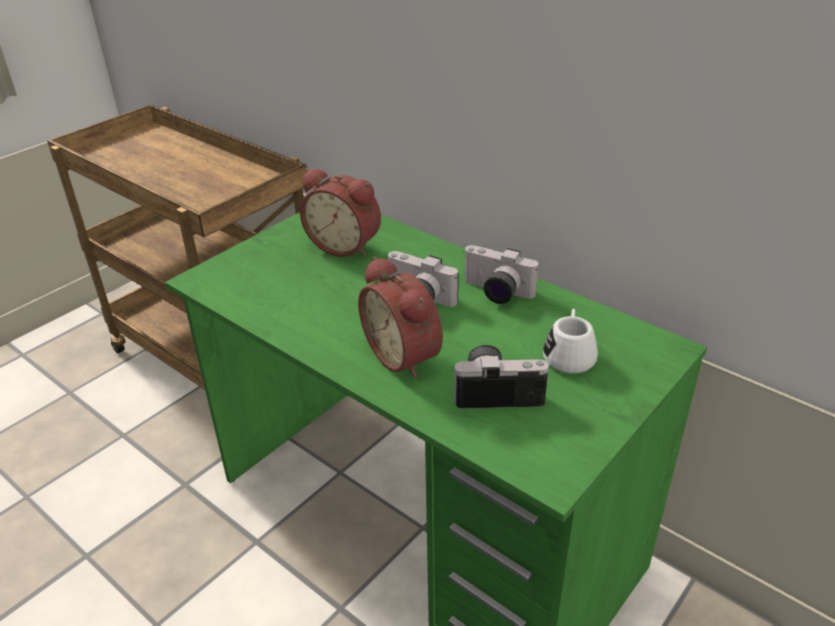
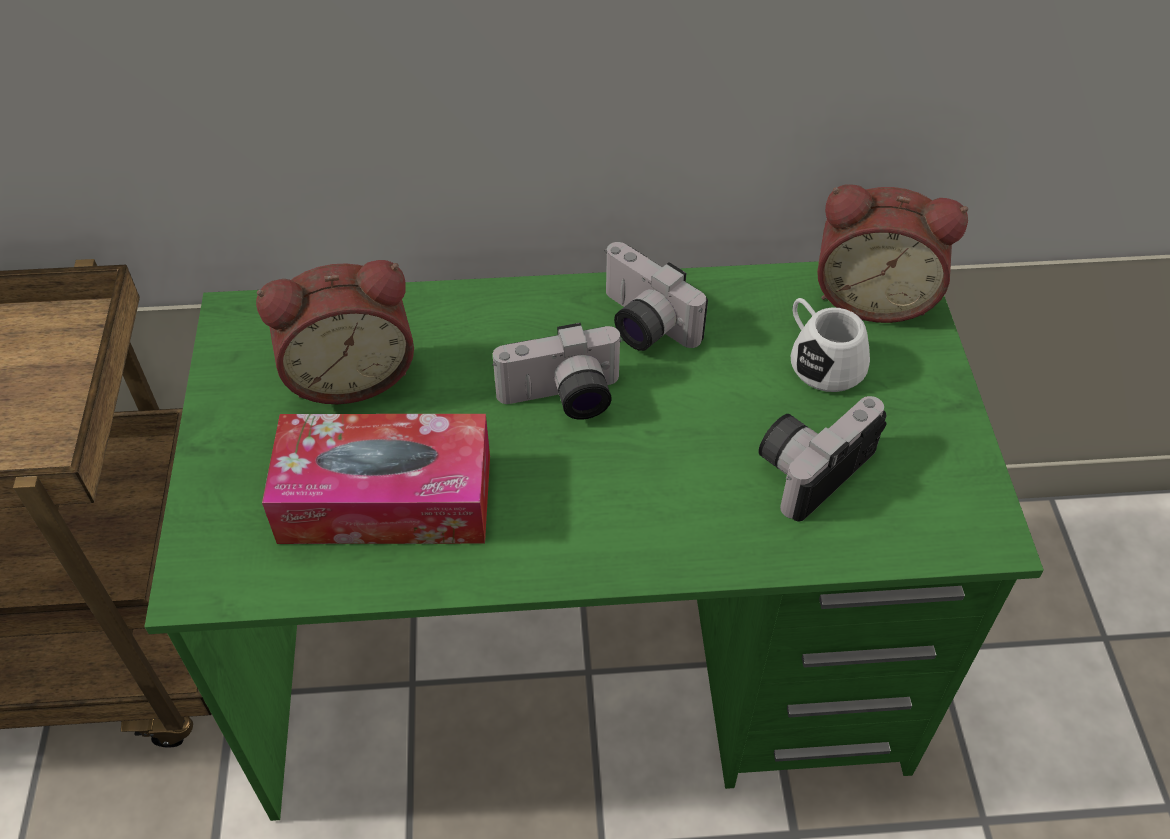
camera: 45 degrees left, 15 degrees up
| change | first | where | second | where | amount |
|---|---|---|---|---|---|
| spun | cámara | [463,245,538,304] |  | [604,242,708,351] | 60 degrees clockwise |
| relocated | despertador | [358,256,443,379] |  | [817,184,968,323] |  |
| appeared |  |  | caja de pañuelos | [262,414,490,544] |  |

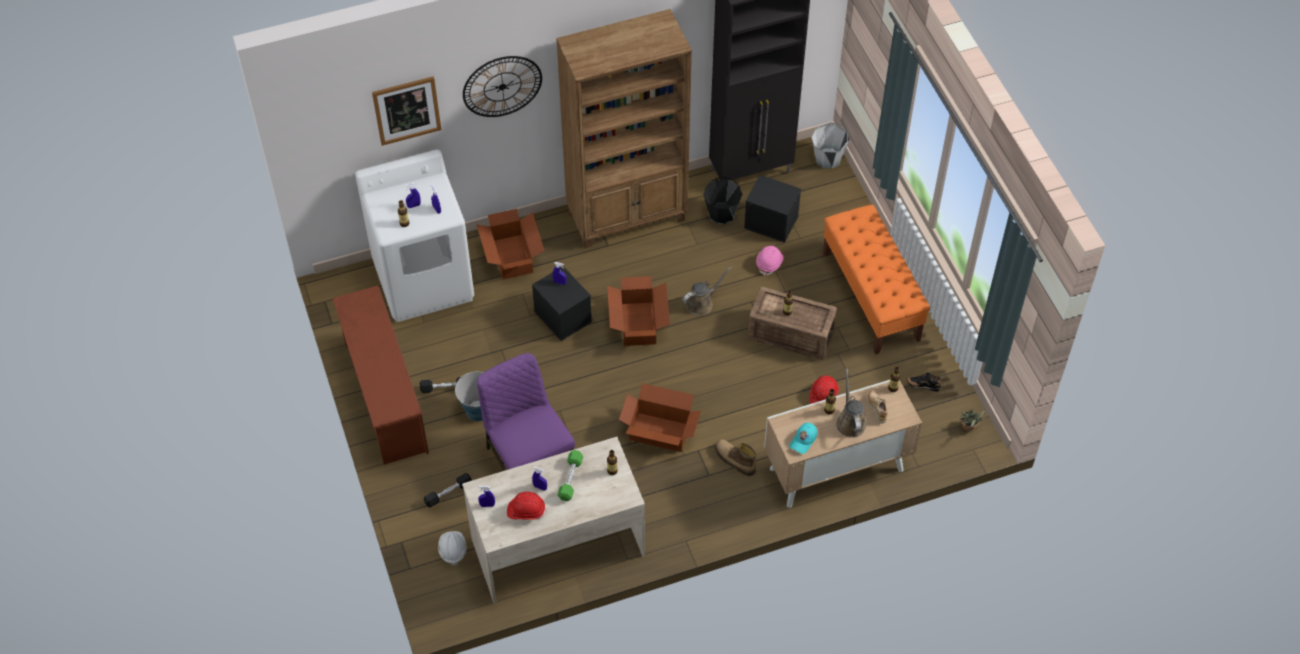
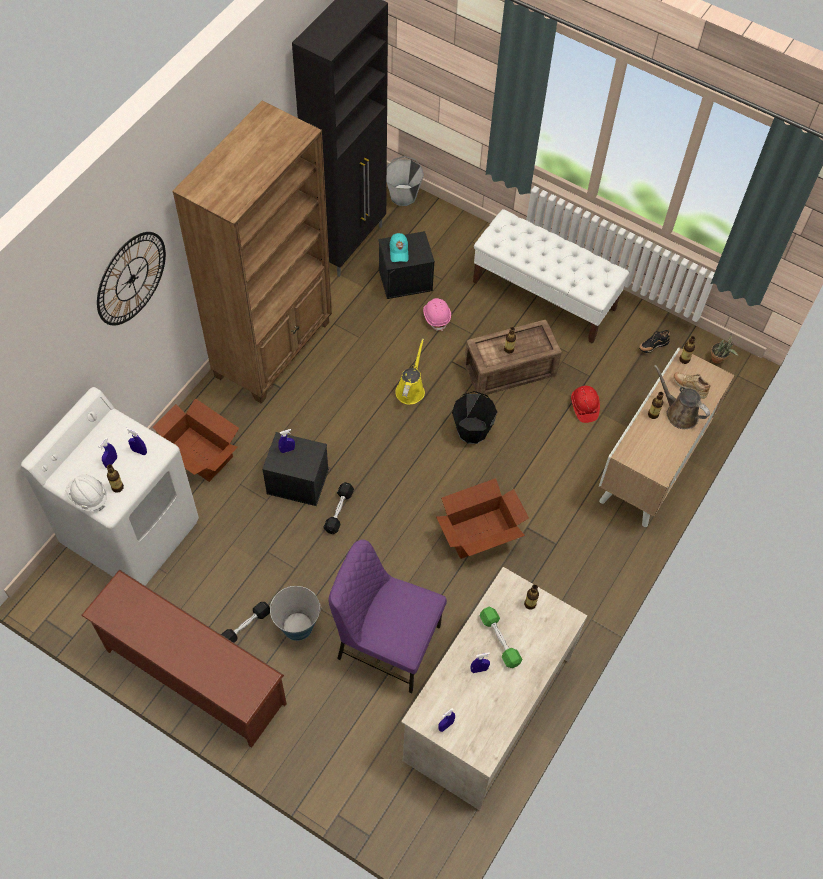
camera: 40 degrees left, 5 degrees up
| change | first | where | second | where | amount |
|---|---|---|---|---|---|
| missing | cuadro | [372,76,441,146] |  |  |  |
| relocated | cubo (negro) | [703,177,742,224] |  | [452,391,497,444] |  |
| colour | banco (naranja) | [823,205,930,355] | banco (blanco) | [473,209,629,344] |  |
| colour | regadera (marrón) | [682,266,732,315] | regadera (amarillo) | [395,338,425,405] |  |
| missing | caja de cartón | [607,276,670,346] |  |  |  |
| relocated | gorra (turquesa) | [789,422,817,454] |  | [390,233,409,262] |  |
| missing | bota | [715,439,756,476] |  |  |  |
| relocated | mancuerna (negro) | [424,473,472,508] |  | [323,482,354,534] |  |
| missing | casco (rojo) | [507,492,546,520] |  |  |  |
| relocated | casco (blanco) | [438,531,467,565] |  | [66,474,107,511] |  |

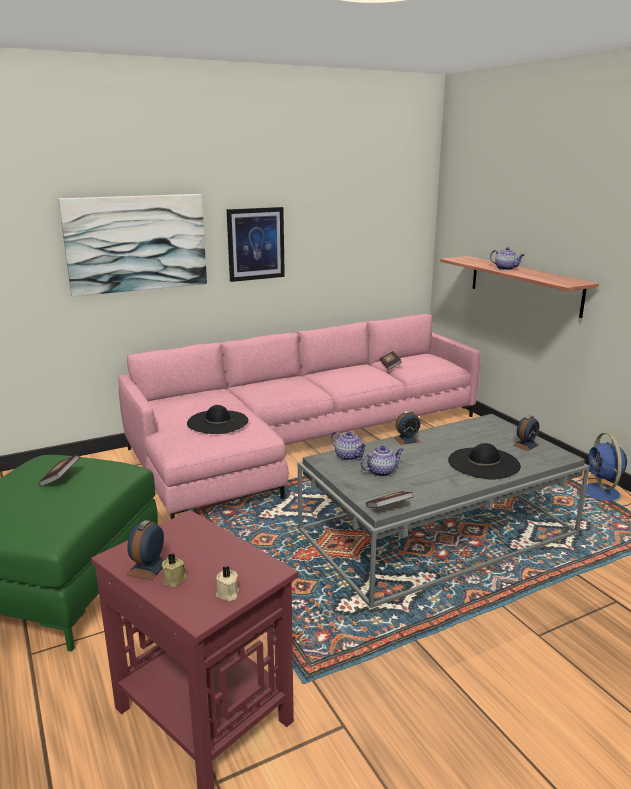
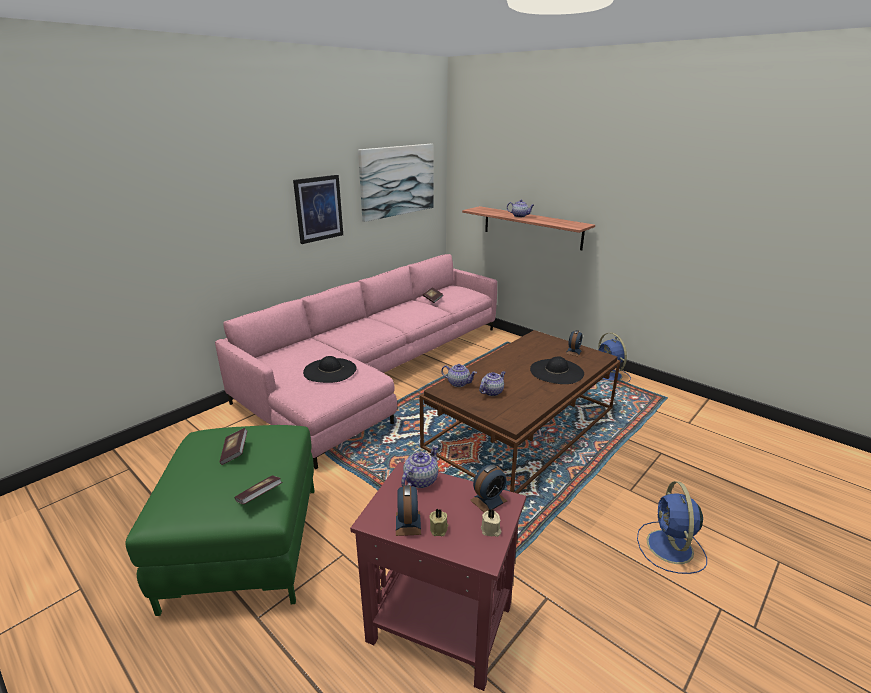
camera: 20 degrees left, 5 degrees up
| change | first | where | second | where | amount |
|---|---|---|---|---|---|
| relocated | cuadro | [58,194,207,297] |  | [358,144,434,222] |  |
| relocated | despertador | [394,411,421,445] |  | [470,465,507,512] |  |
| colour | mesa de centro (gris) | [298,414,590,608] | mesa de centro (marrón) | [420,330,621,494] |  |
| relocated | libro | [366,491,414,508] |  | [234,475,283,504] |  |
| appeared |  |  | tetera | [401,445,439,488] |  |
| appeared |  |  | ventilador (azul) | [637,481,707,574] |  |

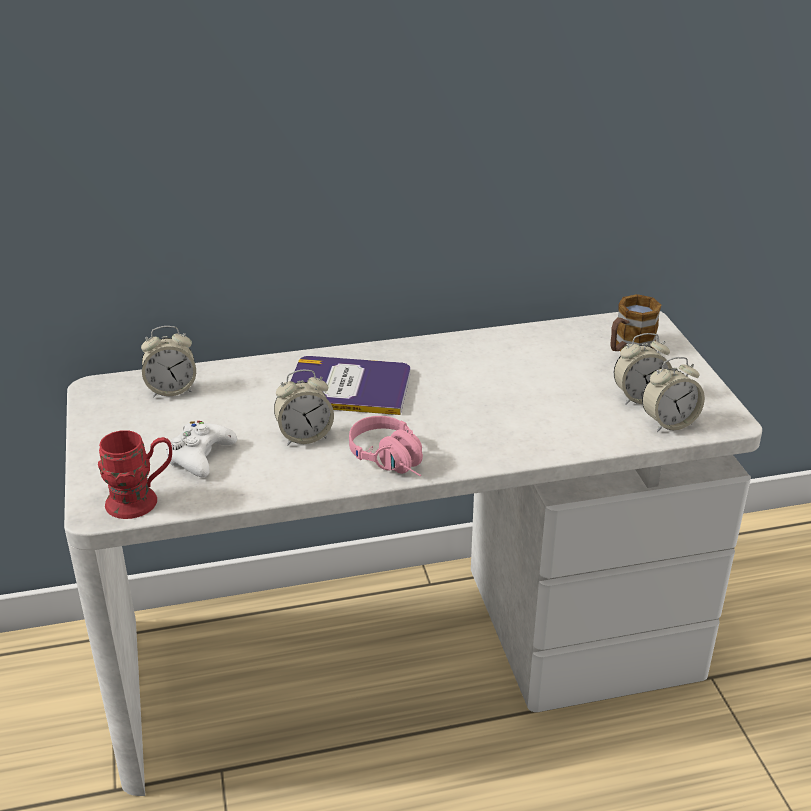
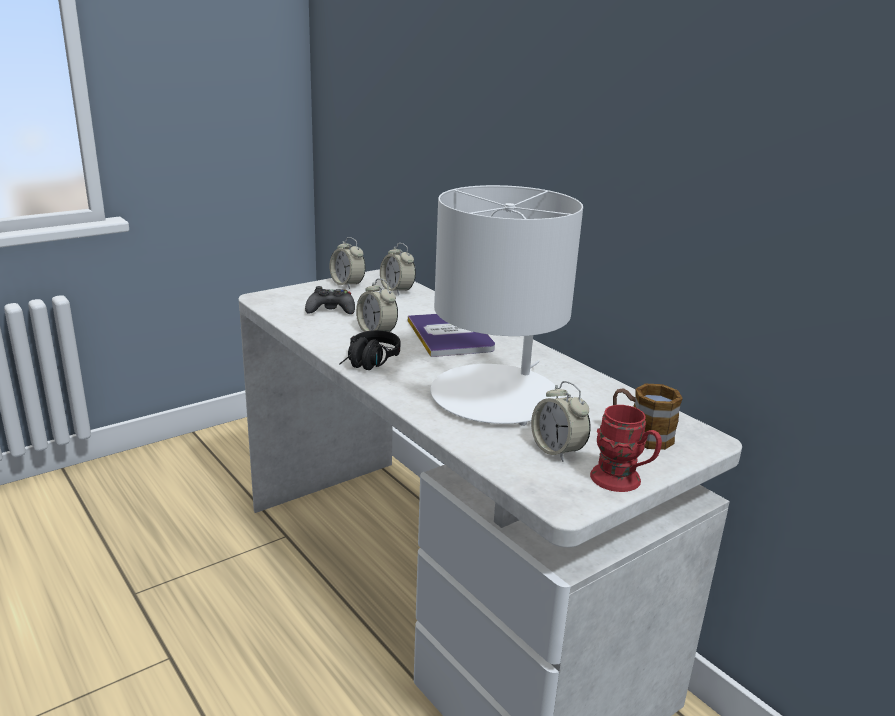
camera: 65 degrees right, 10 degrees down
| change | first | where | second | where | amount |
|---|---|---|---|---|---|
| relocated | despertador | [642,357,705,432] |  | [329,237,366,289] |  |
| colour | auriculares (rosa) | [349,416,423,477] | auriculares (negro) | [339,330,400,370] |  |
| colour | mando de consola (blanco) | [166,421,237,478] | mando de consola (negro) | [305,286,355,314] |  |
| relocated | taza grande (rojo) | [98,430,172,519] |  | [590,405,662,492] |  |
| appeared |  |  | lámpara de mesa (blanco) | [430,185,583,426] |  |

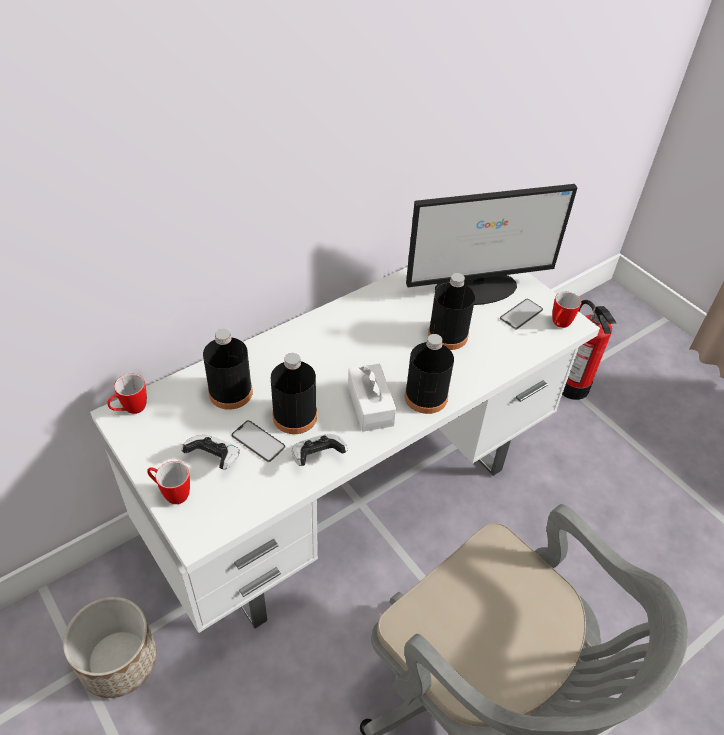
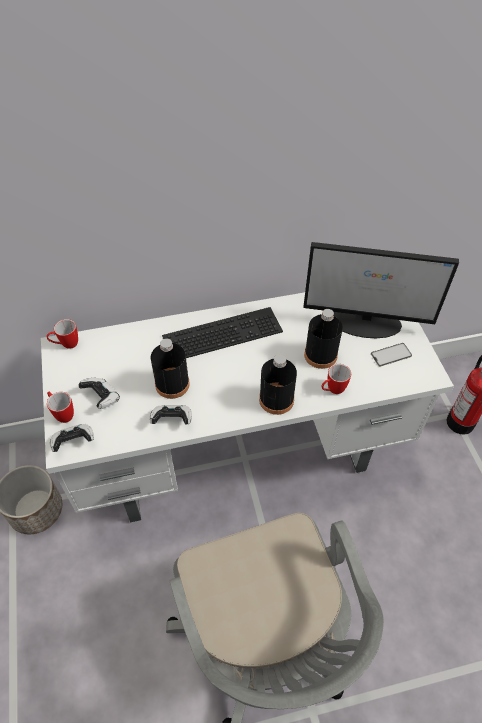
camera: 25 degrees right, 5 degrees up
| change | first | where | second | where | amount |
|---|---|---|---|---|---|
| relocated | taza grande | [552,292,581,328] |  | [321,364,351,394] |  |
| missing | botella (negro) | [203,329,253,410] |  |  |  |
| missing | caja de pañuelos (blanco) | [348,364,396,432] |  |  |  |
| missing | móvil | [231,420,285,462] |  |  |  |
| appeared |  |  | teclado | [162,307,283,358] |  |
| appeared |  |  | mando de consola | [50,424,94,452] |  |

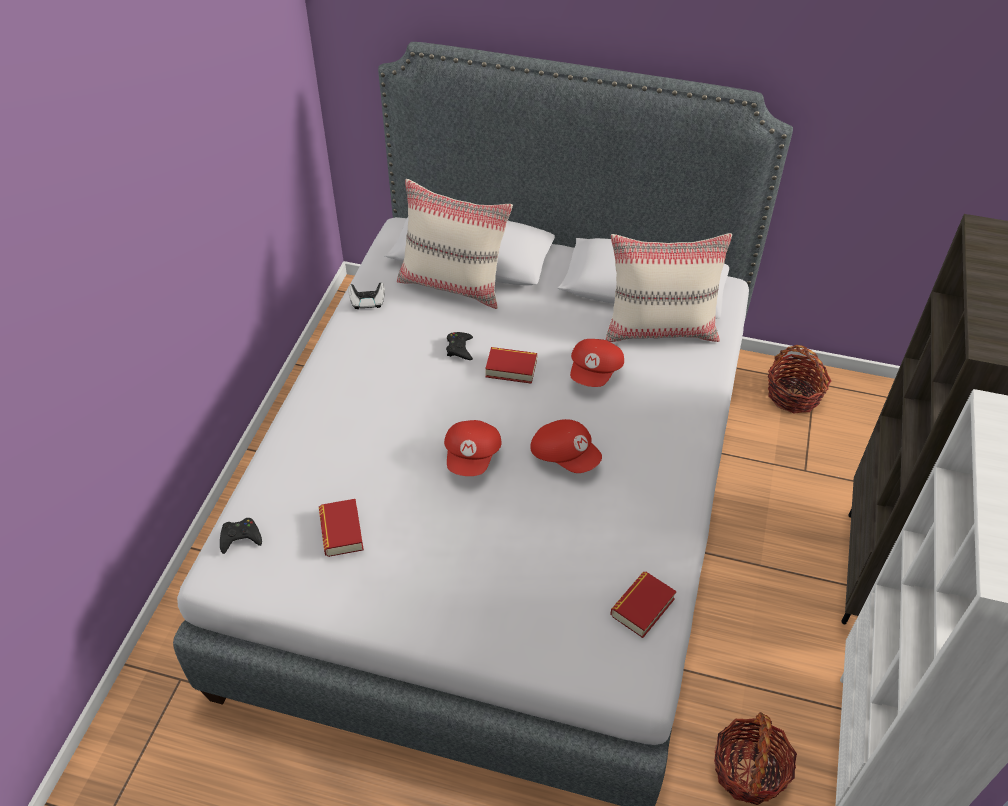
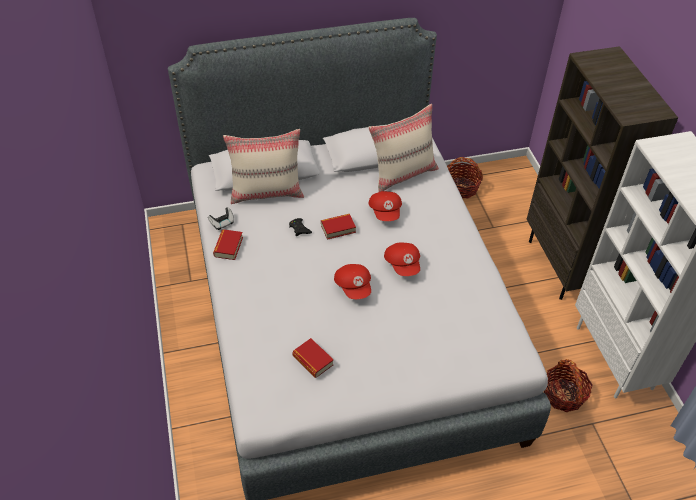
camera: 30 degrees left, 0 degrees up
| change | first | where | second | where | amount |
|---|---|---|---|---|---|
| spun | gorra (rojo) | [530,419,602,473] |  | [384,243,420,276] | 60 degrees clockwise |
| missing | mando de consola (negro) | [220,518,262,554] |  |  |  |
| relocated | libro | [610,571,677,638] |  | [213,229,243,260] |  |

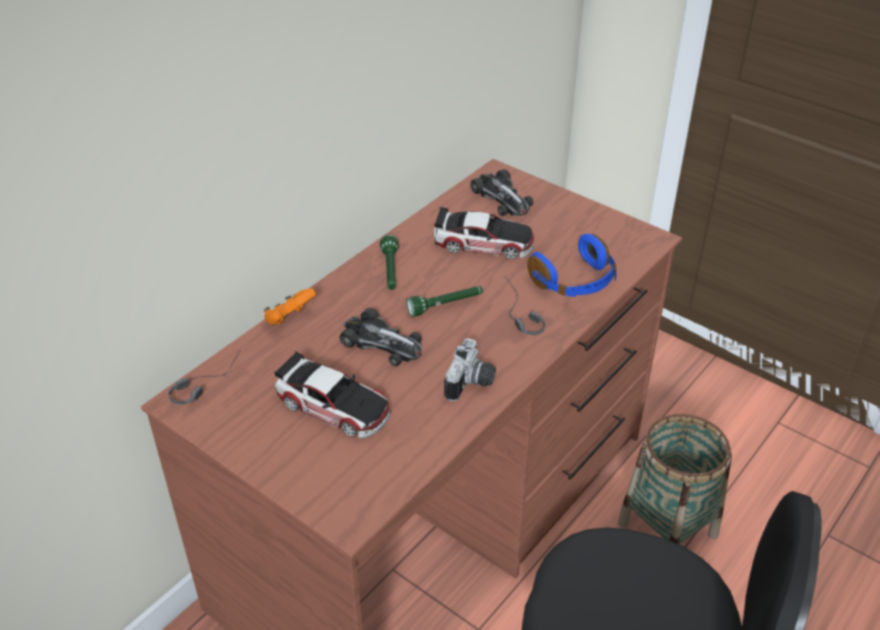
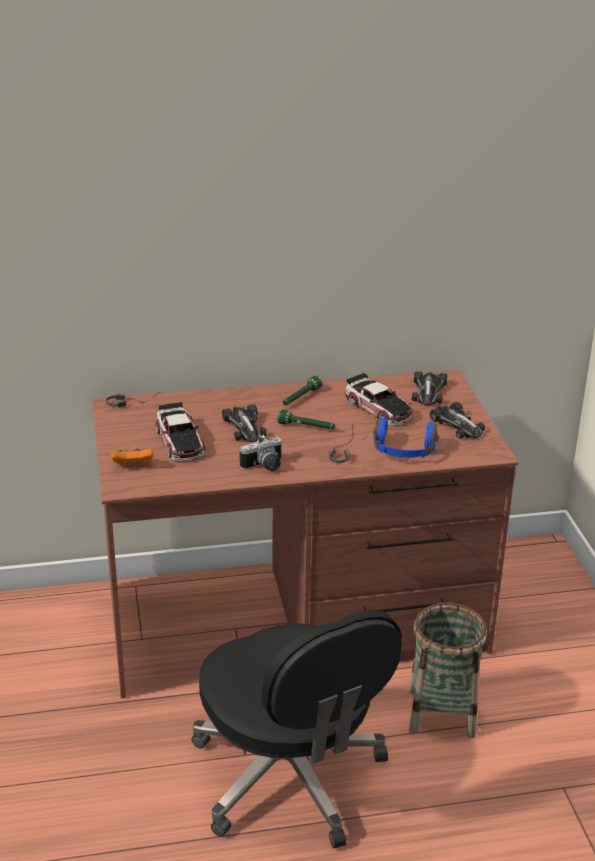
camera: 40 degrees right, 10 degrees down
| change | first | where | second | where | amount |
|---|---|---|---|---|---|
| relocated | mando de consola (naranja) | [264,288,316,325] |  | [111,449,154,466] |  |
| appeared |  |  | coche de juguete | [430,402,485,439] |  |

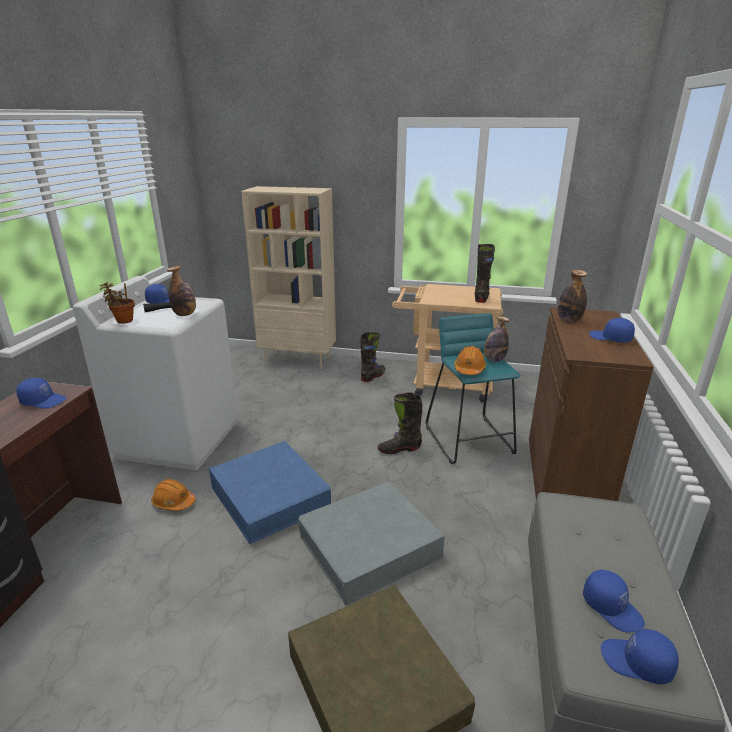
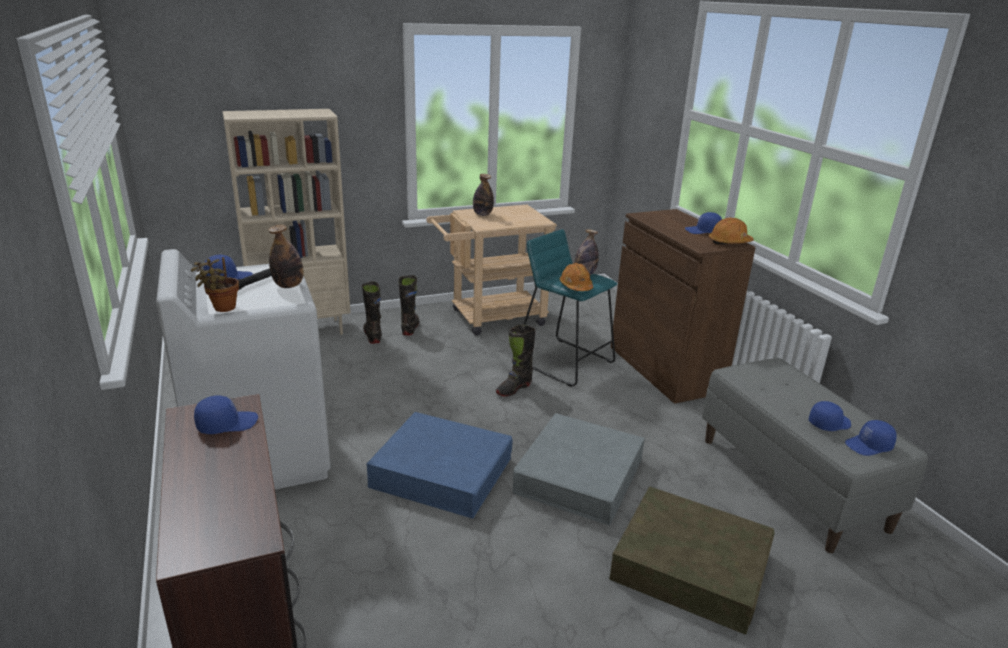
camera: 35 degrees left, 0 degrees up
| change | first | where | second | where | amount |
|---|---|---|---|---|---|
| relocated | bota (negro) | [475,244,495,303] |  | [362,281,382,344] |  |
| relocated | botella | [558,270,587,322] |  | [473,174,494,216] |  |
| relocated | casco (naranja) | [151,479,195,511] |  | [709,218,754,245] |  |
| spun | gorra (azul) | [583,570,645,632] |  | [809,401,851,431] | 45 degrees counterclockwise |

